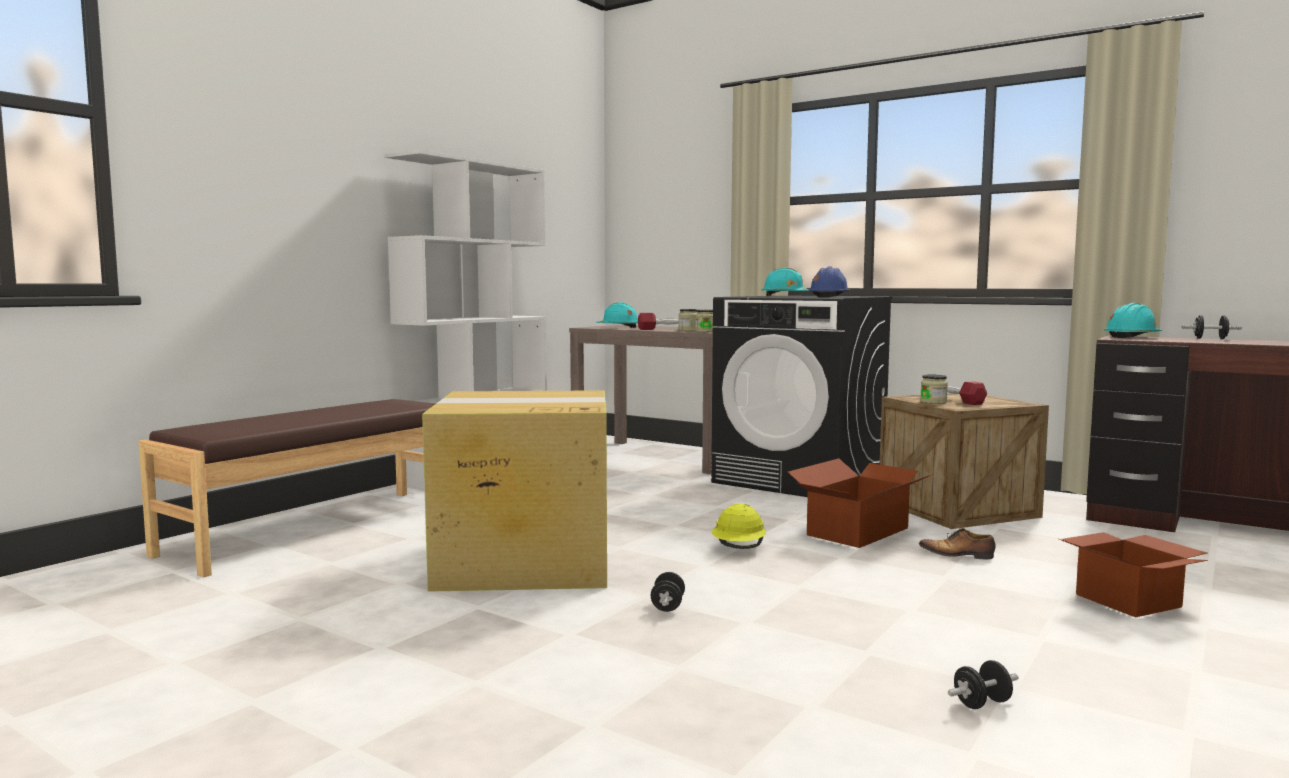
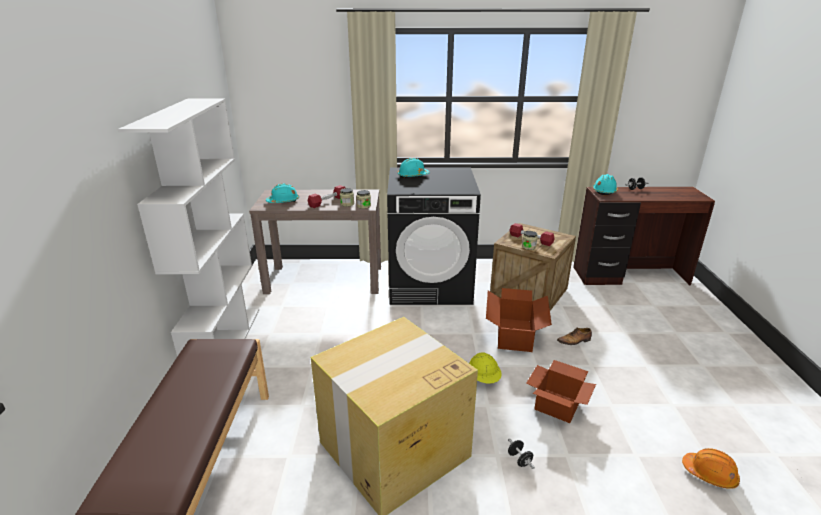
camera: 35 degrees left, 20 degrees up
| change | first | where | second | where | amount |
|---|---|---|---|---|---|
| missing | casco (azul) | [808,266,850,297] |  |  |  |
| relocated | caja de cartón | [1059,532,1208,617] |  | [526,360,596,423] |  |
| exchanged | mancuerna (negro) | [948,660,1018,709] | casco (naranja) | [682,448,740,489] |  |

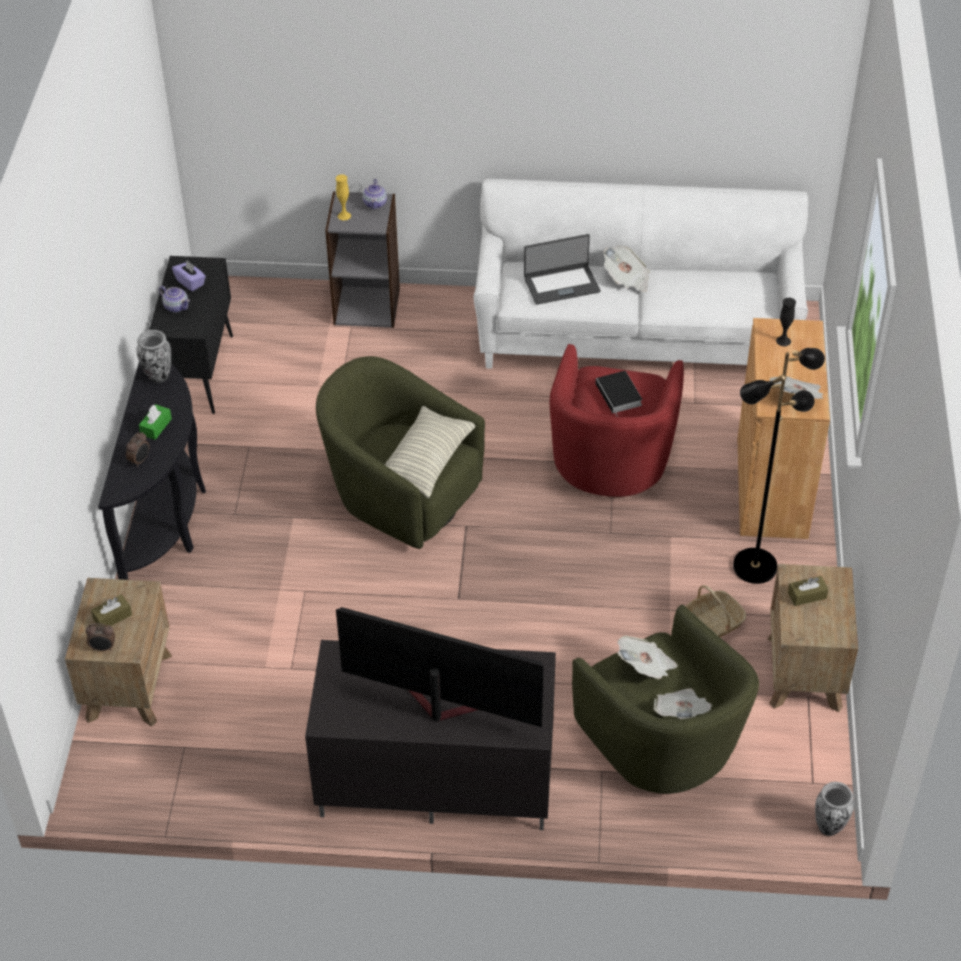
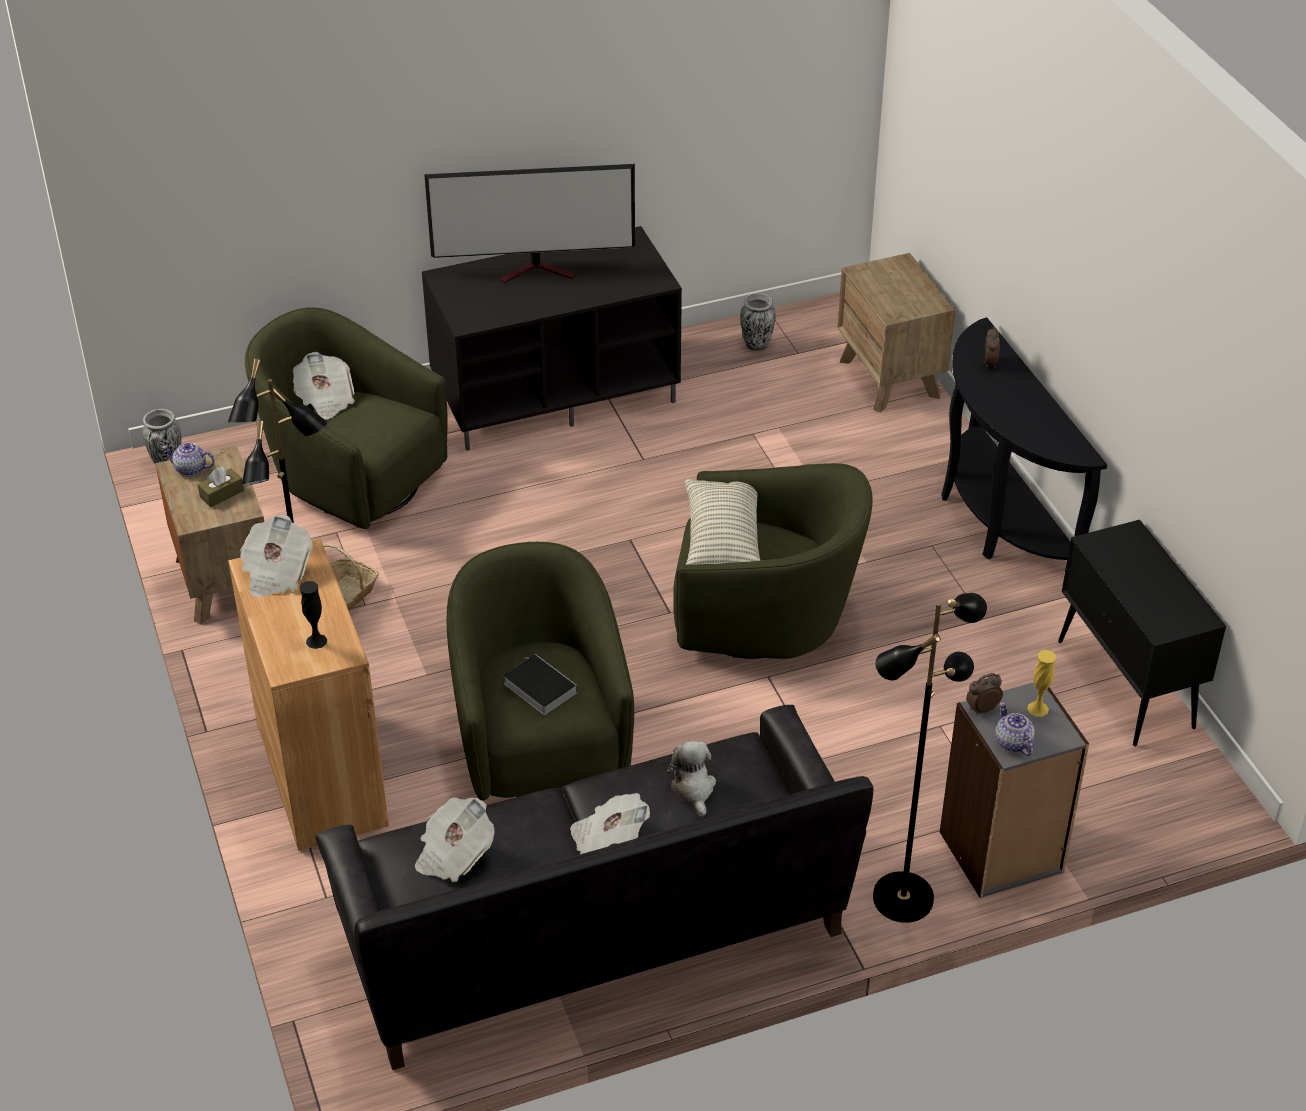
camera: 155 degrees right, 5 degrees down
| change | first | where | second | where | amount |
|---|---|---|---|---|---|
| colour | sofá (blanco) | [473,179,808,369] | sofá (negro) | [316,705,873,1070] |  |
| exchanged | portátil | [524,234,600,305] | peluche | [667,741,716,817] |  |
| missing | caja de pañuelos (morado) | [172,261,206,291] |  |  |  |
| relocated | tetera | [159,286,190,312] |  | [162,443,215,476] |  |
| relocated | florero | [136,330,171,383] |  | [740,293,776,351] |  |
| colour | sillón (rojo) | [550,344,684,497] | sillón (verde) | [446,542,634,800] |  |
| missing | caja de pañuelos (verde) | [139,404,172,440] |  |  |  |
| missing | caja de pañuelos (marrón) | [91,594,132,626] |  |  |  |
| relocated | despertador | [86,623,115,651] |  | [966,673,1003,715] |  |
| relocated | periódico | [617,636,678,679] |  | [415,798,495,882] |  |
| appeared |  |  | lámpara de pie (negro) | [873,593,987,923] |  |

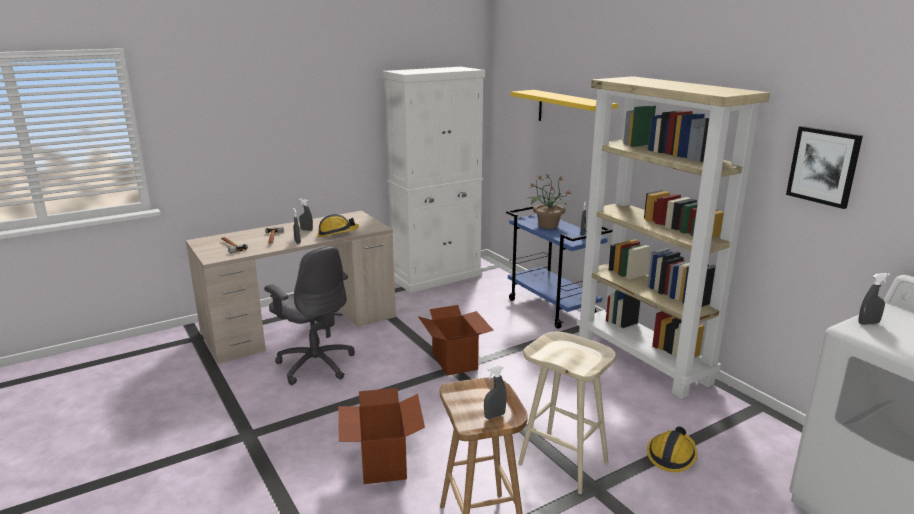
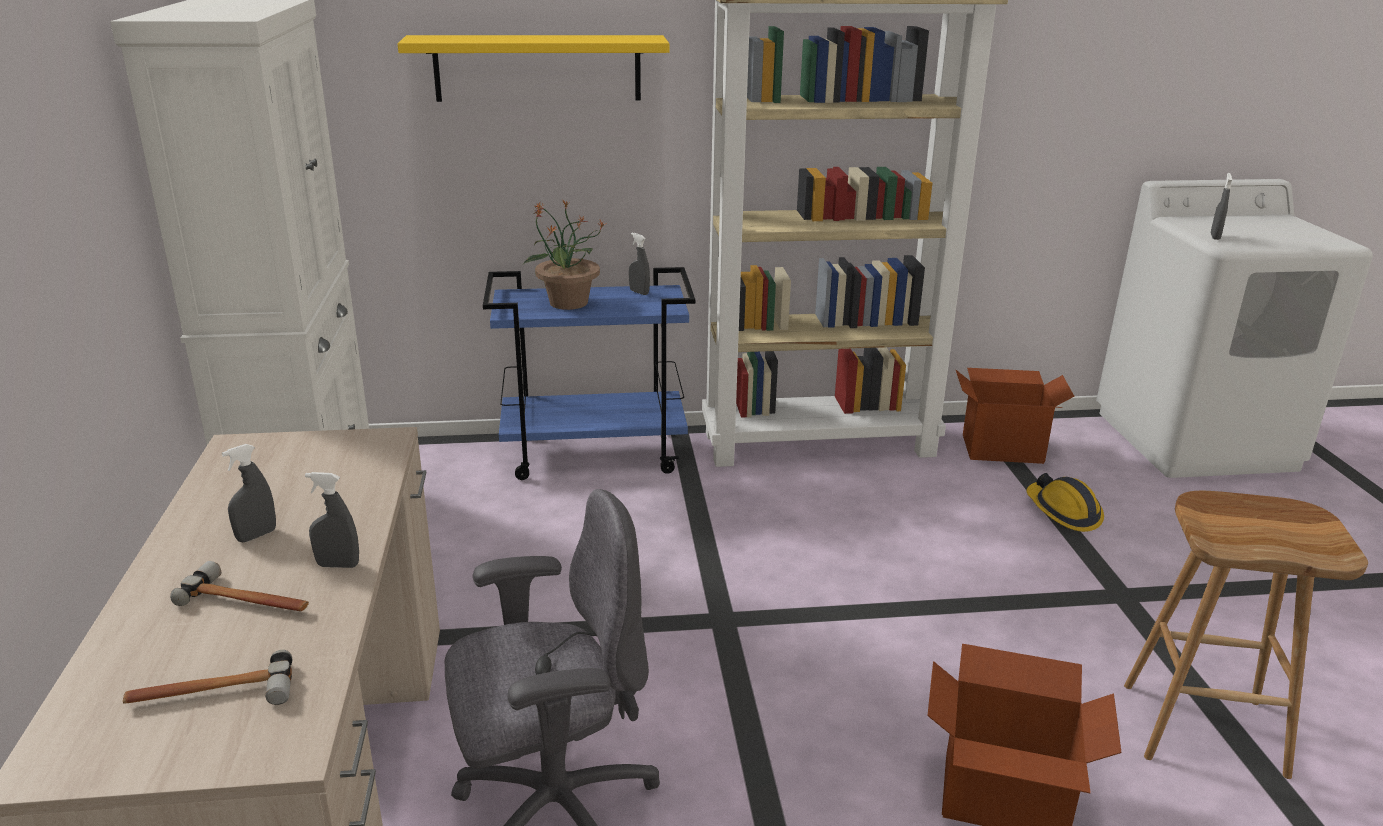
camera: 65 degrees left, 5 degrees up
| change | first | where | second | where | amount |
|---|---|---|---|---|---|
| missing | cuadro | [786,126,863,209] |  |  |  |
| missing | casco | [317,214,359,237] |  |  |  |
| relocated | caja de cartón | [418,305,494,376] |  | [956,368,1074,464] |  |
| missing | taburete (beis) | [518,332,616,494] |  |  |  |
| missing | pulverizador (gris) | [484,365,507,419] |  |  |  |

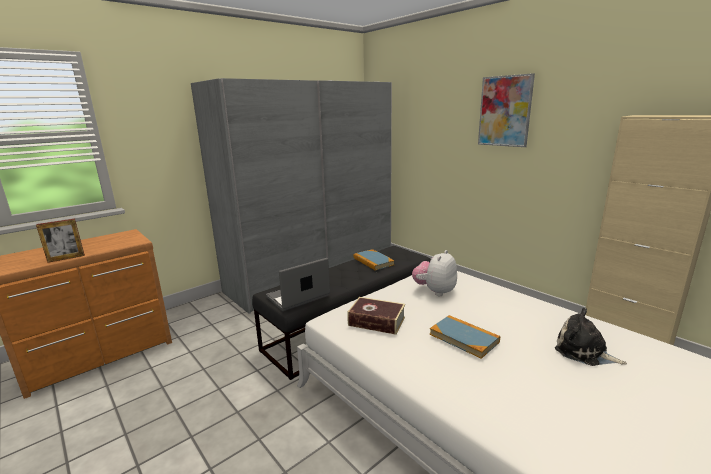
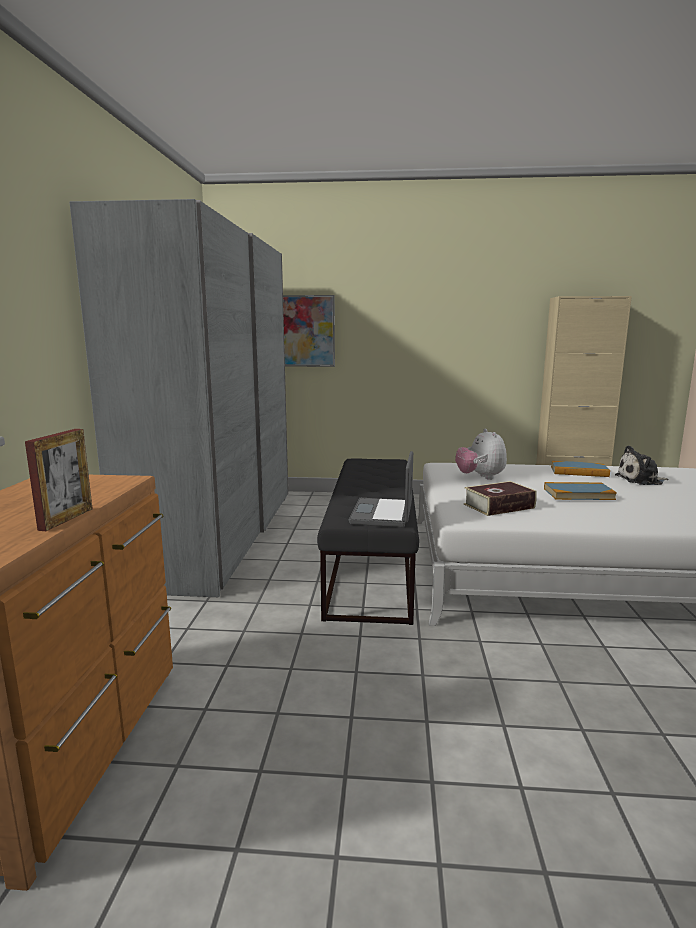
camera: 45 degrees left, 5 degrees down
| change | first | where | second | where | amount |
|---|---|---|---|---|---|
| relocated | cuadro | [478,73,535,147] |  | [283,295,335,367] |  |
| relocated | libro | [354,249,395,271] |  | [551,461,610,477] |  |

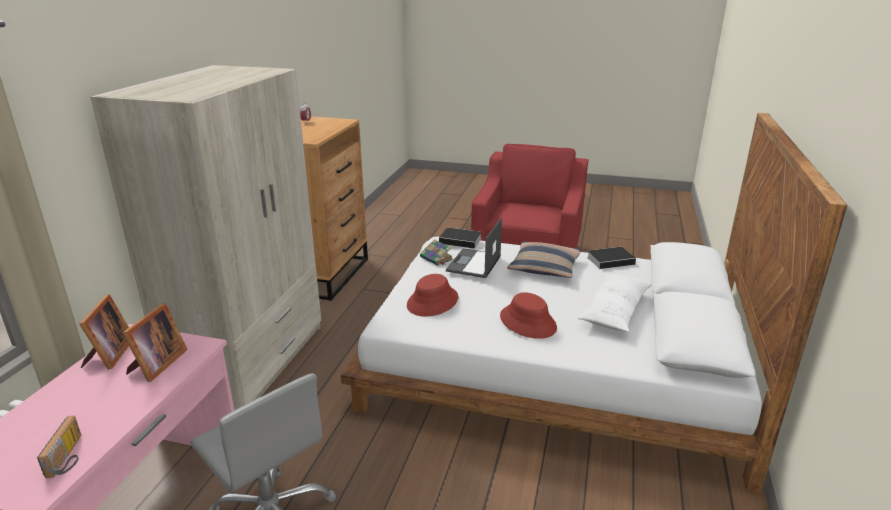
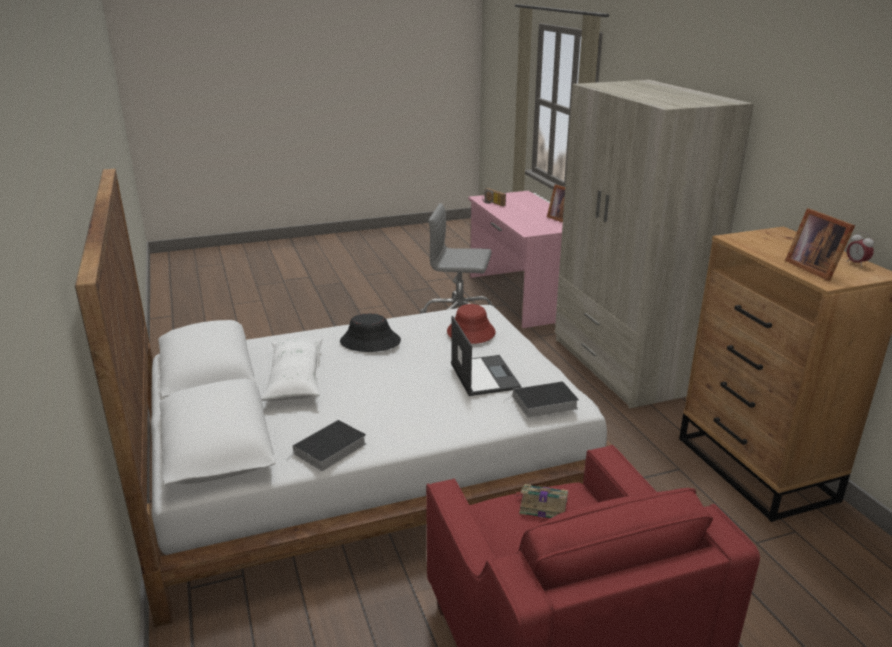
camera: 145 degrees right, 0 degrees up
| change | first | where | second | where | amount |
|---|---|---|---|---|---|
| relocated | libro | [420,239,453,266] |  | [515,484,568,518] |  |
| missing | cojín | [507,241,581,278] |  |  |  |
| colour | sombrero (rojo) | [500,292,557,339] | sombrero (negro) | [340,313,401,352] |  |
| relocated | portarretratos | [123,303,187,382] |  | [785,208,855,281] |  |

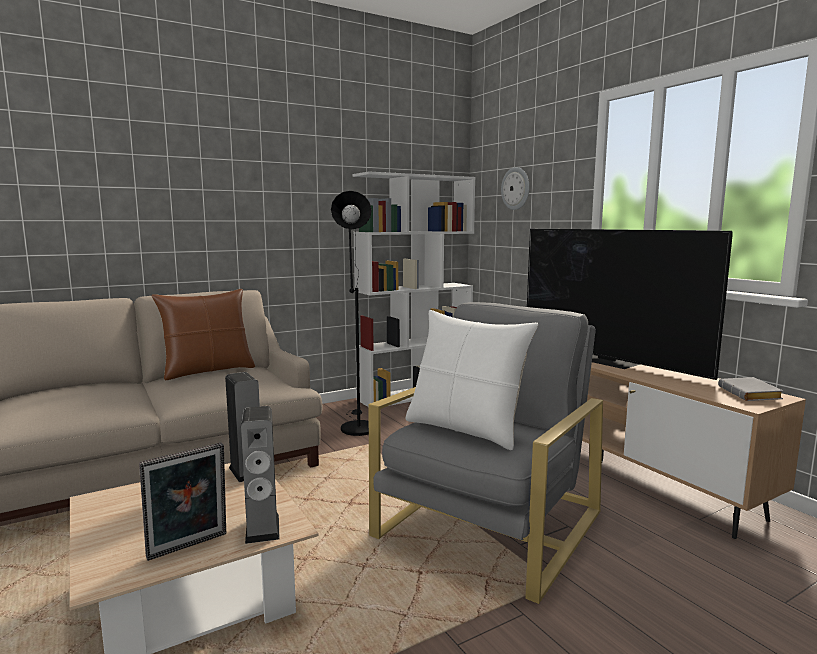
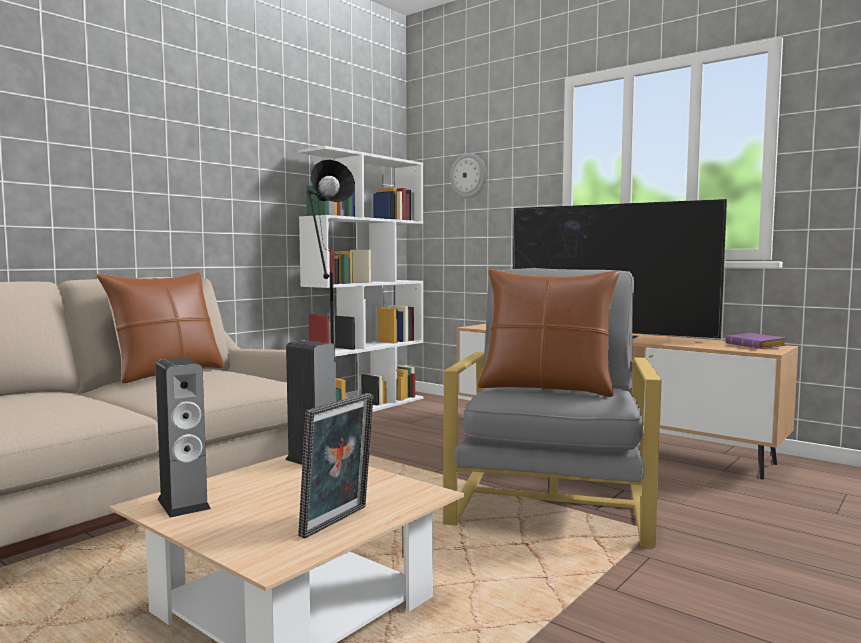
camera: 20 degrees left, 5 degrees down
| change | first | where | second | where | amount |
|---|---|---|---|---|---|
| colour | cojín (blanco) | [406,310,538,450] | cojín (marrón) | [478,269,619,397] |  |
| colour | libro (gris) | [718,377,783,401] | libro (morado) | [725,333,786,349] |  |
| relocated | altavoz | [241,406,280,544] |  | [155,357,211,518] |  |

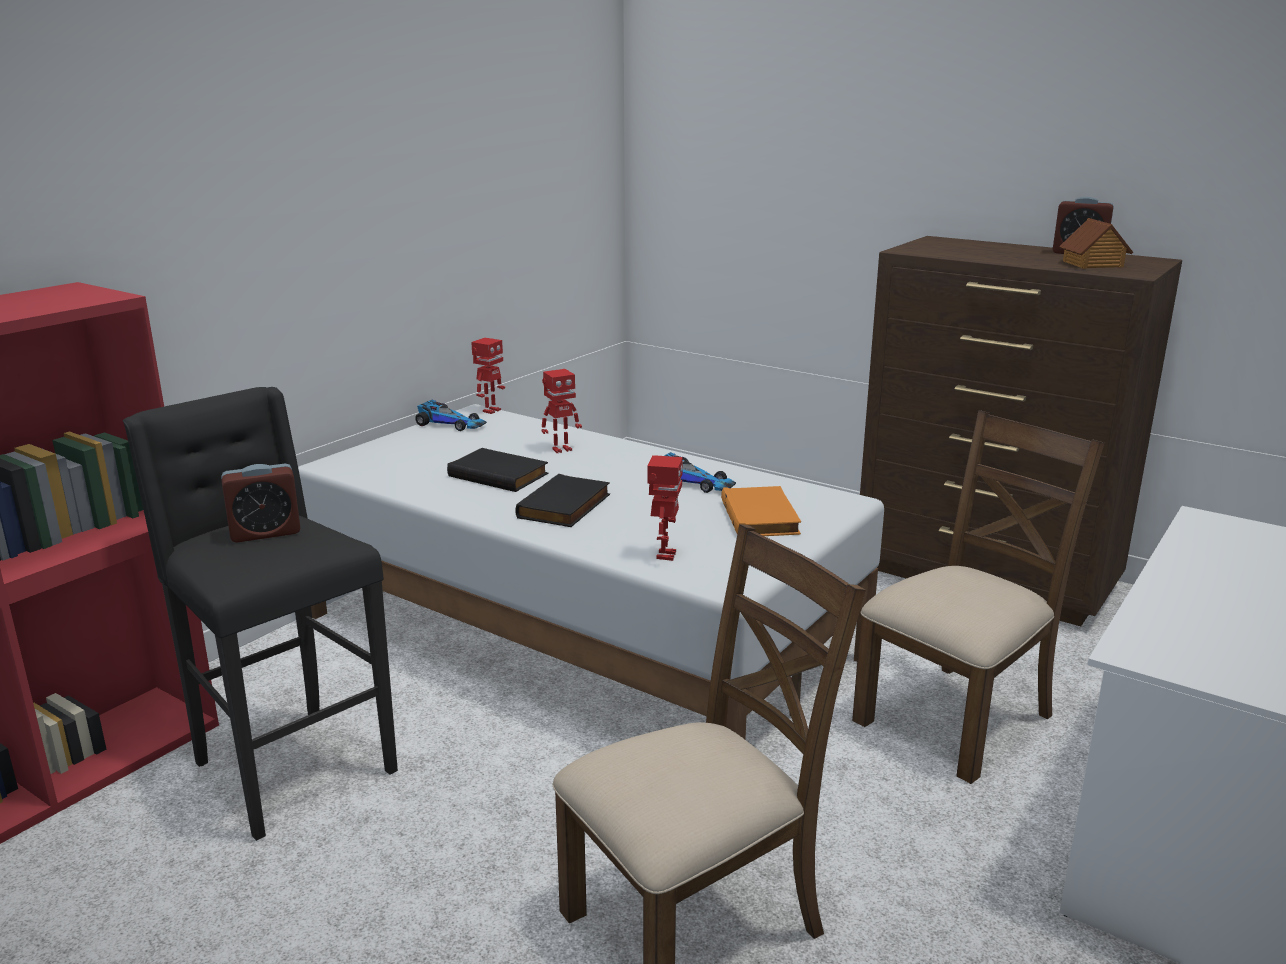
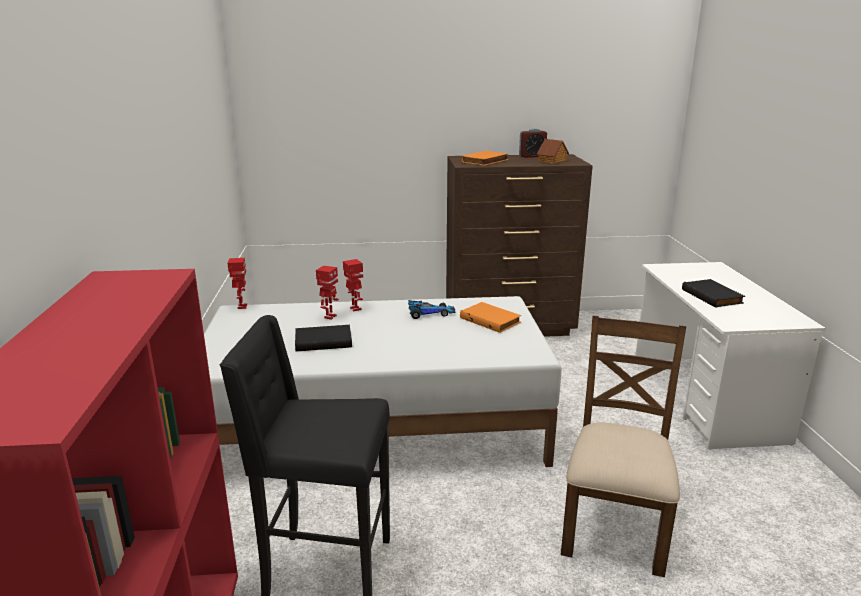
camera: 40 degrees left, 0 degrees up
| change | first | where | second | where | amount |
|---|---|---|---|---|---|
| missing | coche de juguete | [415,400,487,431] |  |  |  |
| missing | silla (marrón) | [852,410,1104,784] |  |  |  |
| relocated | robot de juguete | [647,455,683,561] |  | [343,259,363,311] |  |
| missing | despertador | [221,464,301,543] |  |  |  |
| relocated | libro (negro) | [515,474,610,527] |  | [682,279,745,308] |  |
| appeared |  |  | libro (naranja) | [462,151,508,165] |  |

